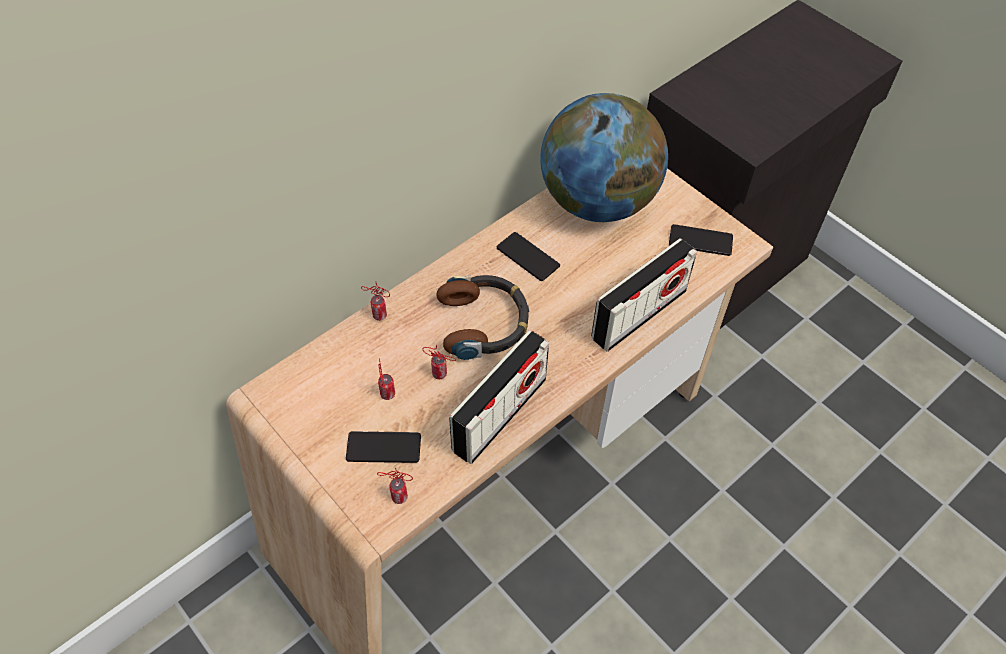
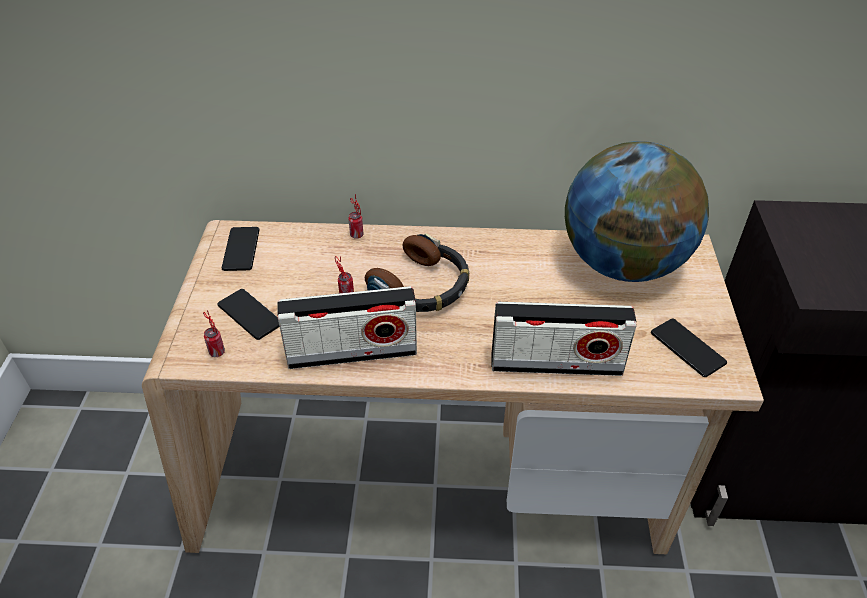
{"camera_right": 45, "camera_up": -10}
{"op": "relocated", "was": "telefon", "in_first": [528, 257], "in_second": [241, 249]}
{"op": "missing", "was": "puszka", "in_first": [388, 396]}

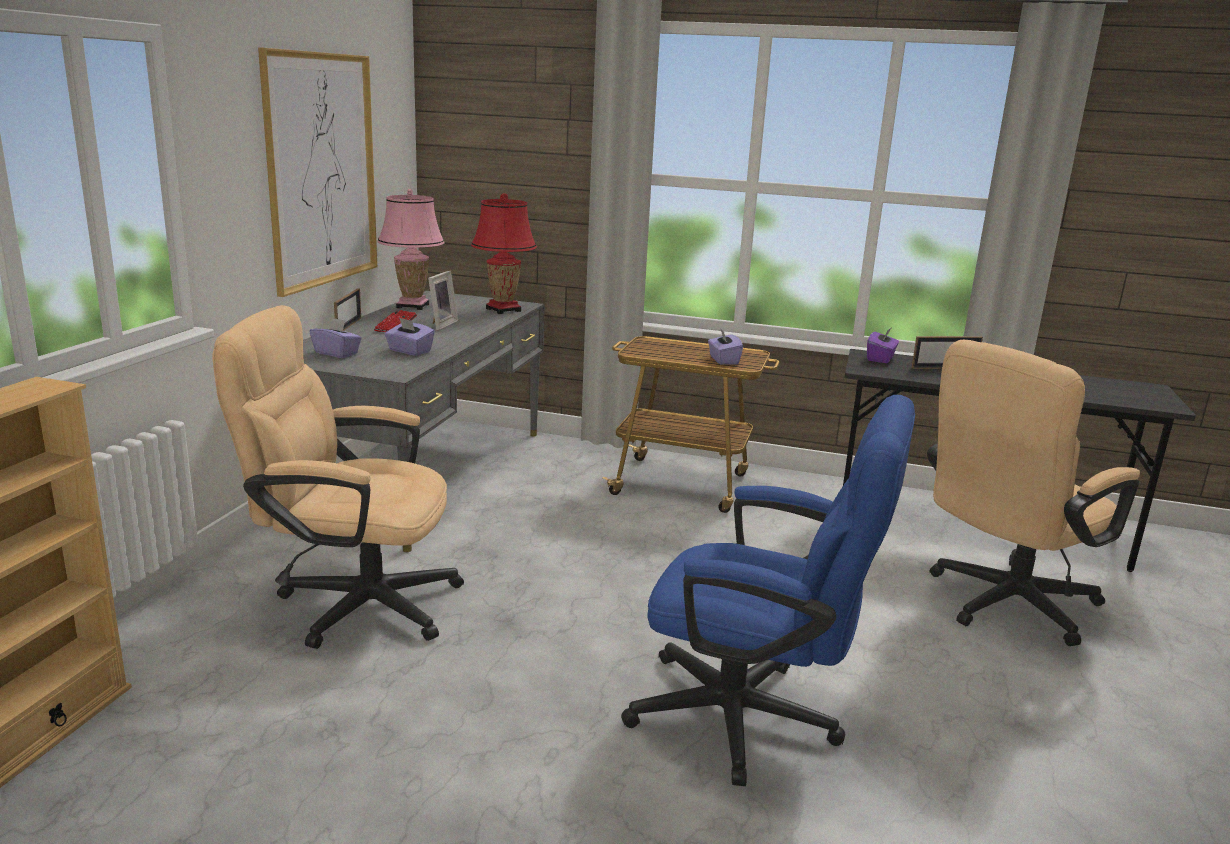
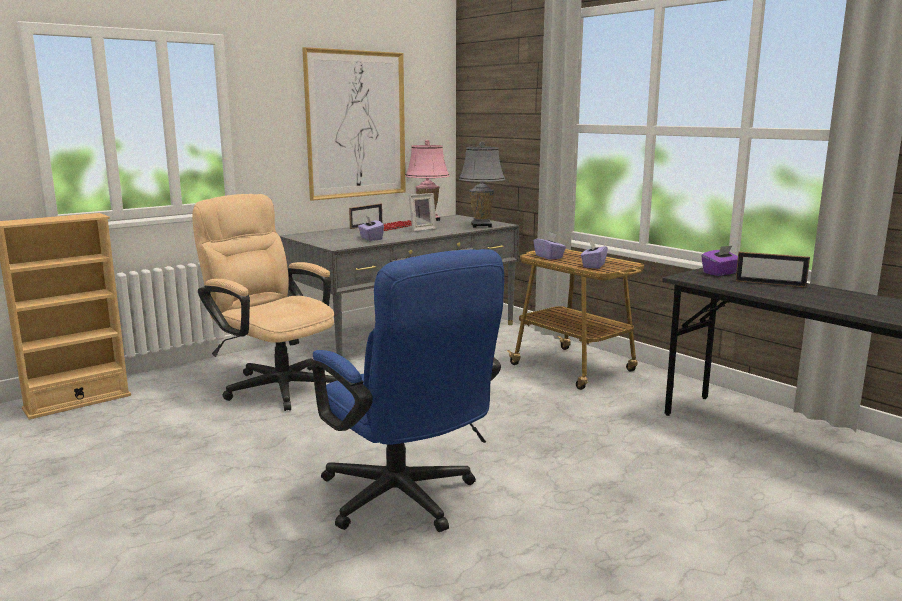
{"camera_right": 35, "camera_up": -5}
{"op": "colour", "was": "lampa stołowa [czerwony]", "now": "lampa stołowa [szary]", "in_first": [503, 310], "in_second": [481, 226]}
{"op": "relocated", "was": "pudełko chusteczek [fioletowy]", "in_first": [337, 353], "in_second": [549, 257]}
{"op": "missing", "was": "krzesło biurowe [beżowy]", "in_first": [1002, 606]}

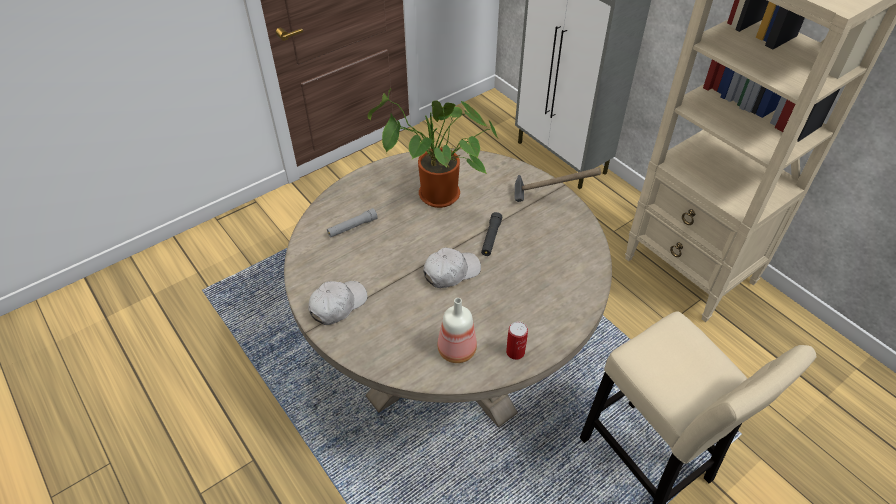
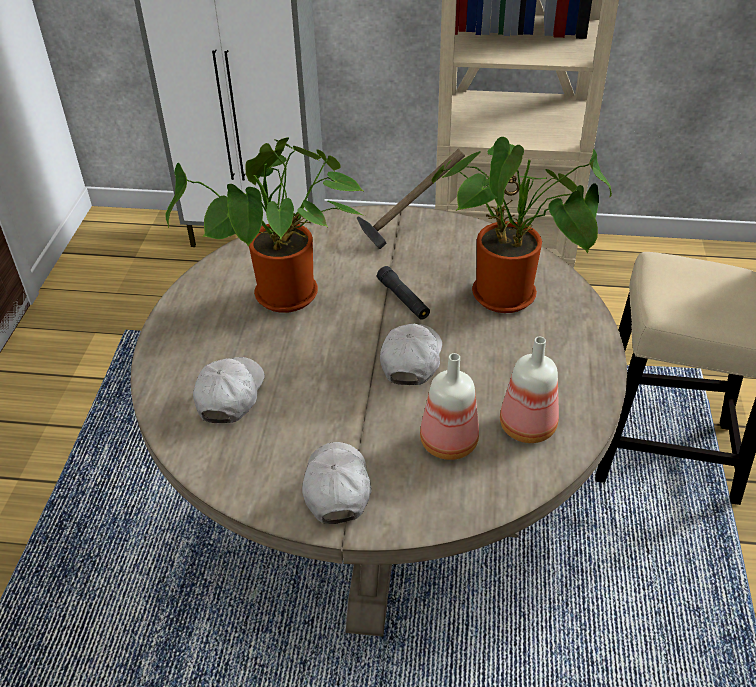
{"camera_right": -45, "camera_up": -5}
{"op": "exchanged", "was": "latarka [szary]", "now": "czapka z daszkiem [biały]", "in_first": [352, 227], "in_second": [230, 395]}
{"op": "appeared", "now": "butelka", "in_second": [447, 443]}
{"op": "appeared", "now": "roślina doniczkowa", "in_second": [511, 296]}
{"op": "missing", "was": "puszka", "in_first": [515, 352]}

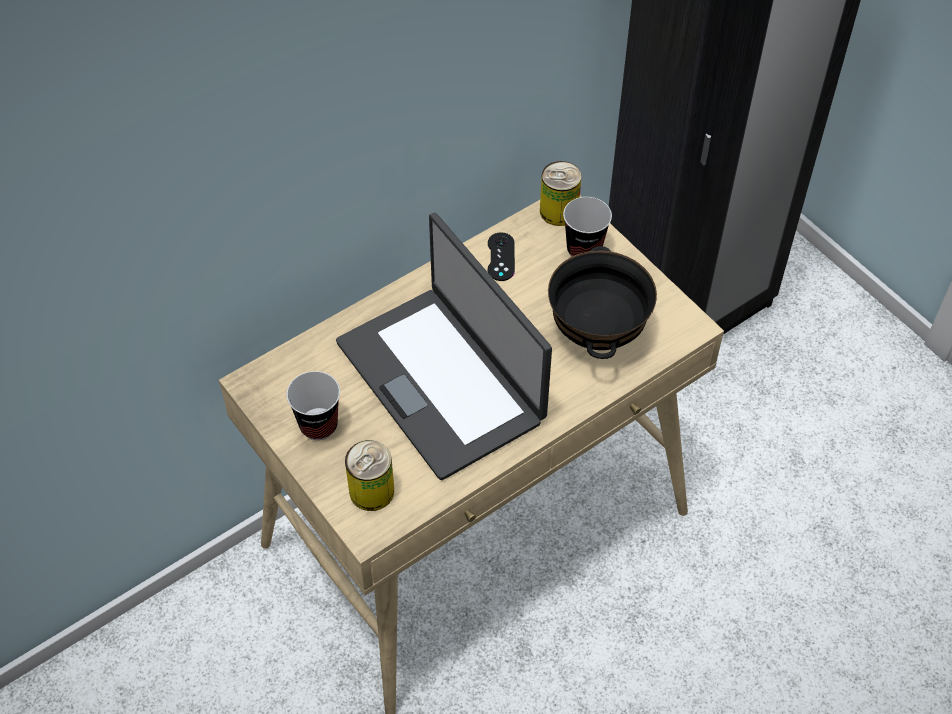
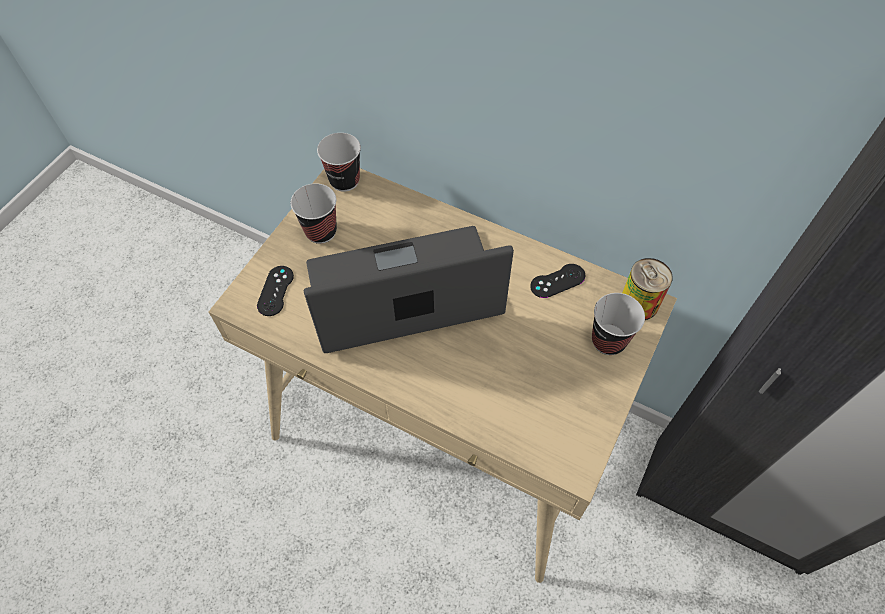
{"camera_right": 65, "camera_up": 5}
{"op": "exchanged", "was": "puszka", "now": "pad do gier [czarny]", "in_first": [371, 491], "in_second": [275, 291]}
{"op": "spun", "was": "laptop", "in_first": [442, 380], "in_second": [404, 293], "clockwise": 45}
{"op": "appeared", "now": "filiżanka", "in_second": [344, 180]}
{"op": "missing", "was": "miska [czarny]", "in_first": [596, 332]}

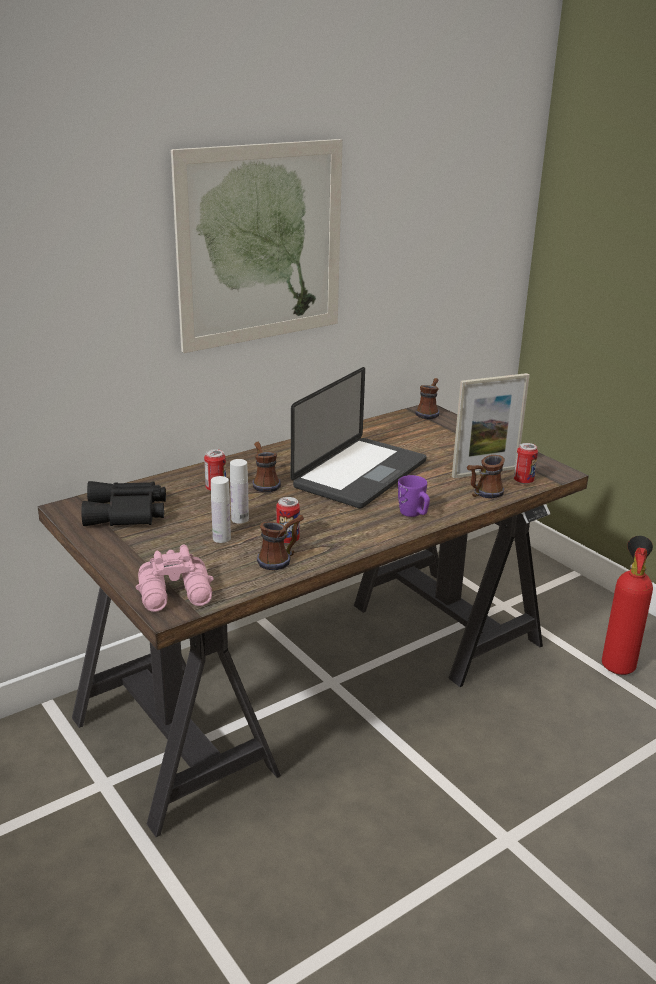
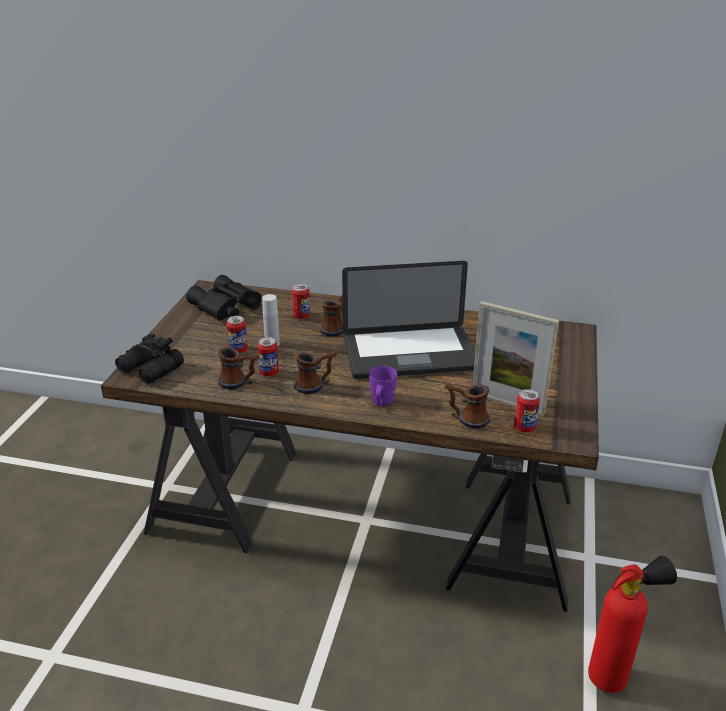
{"camera_right": 50, "camera_up": 5}
{"op": "colour", "was": "lornetka [różowy]", "now": "lornetka [czarny]", "in_first": [177, 594], "in_second": [150, 370]}
{"op": "exchanged", "was": "butelka [biały]", "now": "puszka", "in_first": [221, 538], "in_second": [238, 350]}
{"op": "relocated", "was": "kubek", "in_first": [429, 412], "in_second": [316, 385]}
{"op": "missing", "was": "obraz", "in_first": [261, 244]}

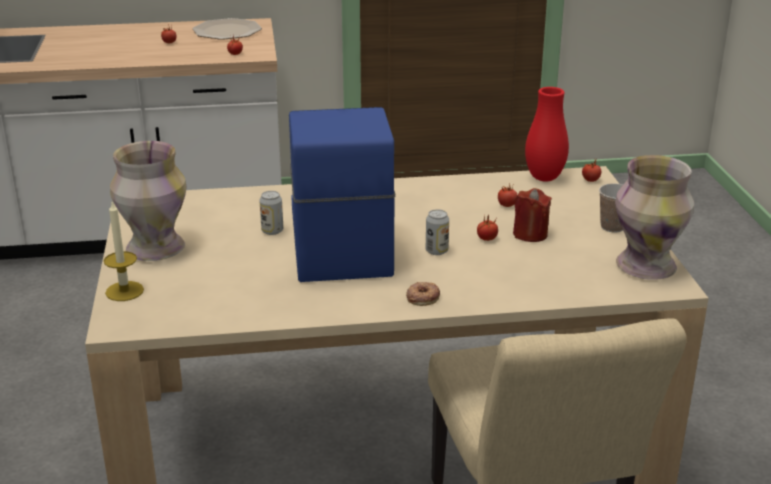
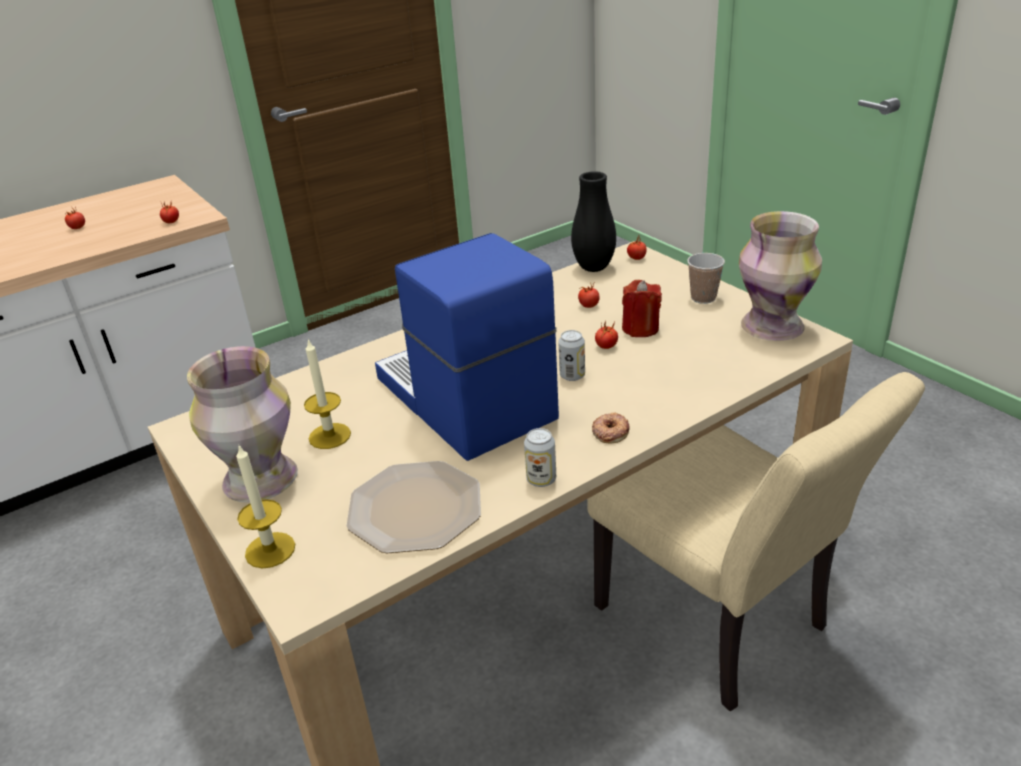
{"camera_right": -25, "camera_up": 5}
{"op": "appeared", "now": "świeca", "in_second": [329, 436]}
{"op": "relocated", "was": "talerz", "in_first": [227, 31], "in_second": [416, 509]}
{"op": "relocated", "was": "puszka", "in_first": [272, 231], "in_second": [541, 479]}
{"op": "colour", "was": "wazon [czerwony]", "now": "wazon [czarny]", "in_first": [544, 178], "in_second": [594, 268]}

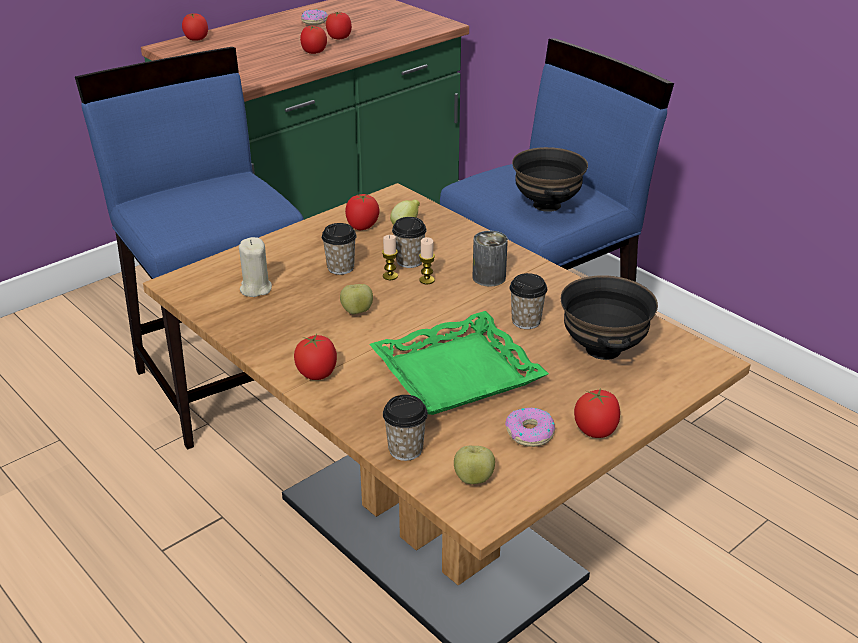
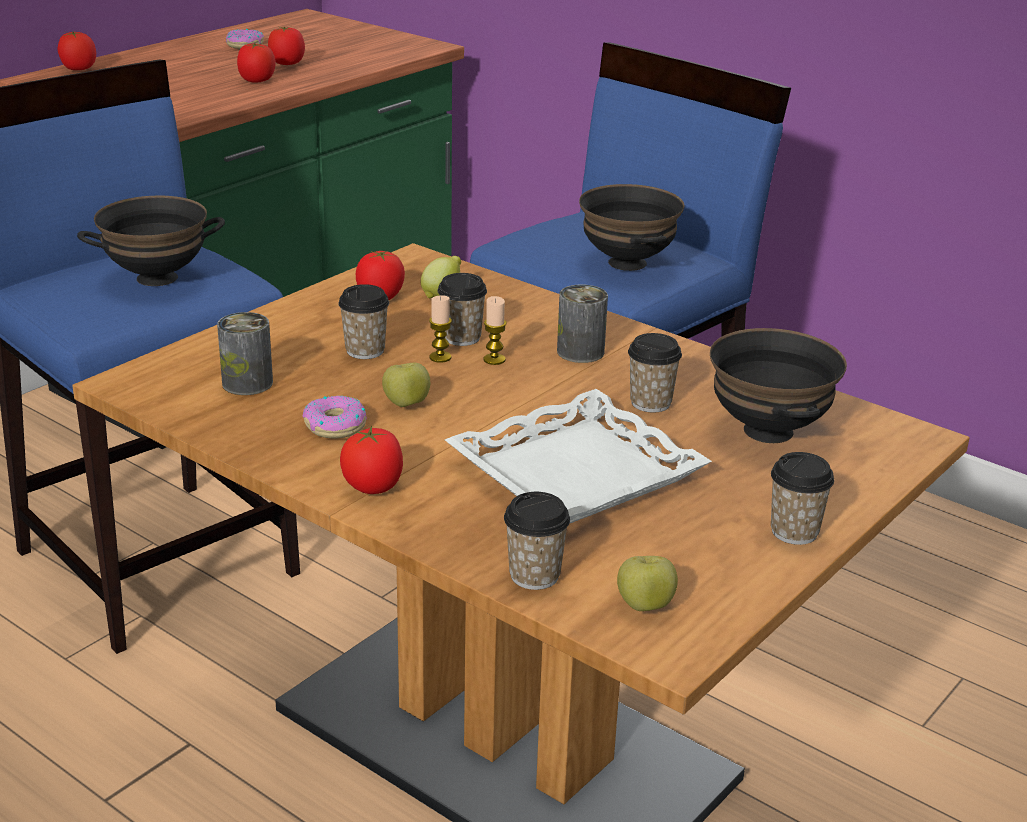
{"camera_right": -10, "camera_up": -5}
{"op": "appeared", "now": "miska [czarny]", "in_second": [157, 278]}
{"op": "exchanged", "was": "świeca [beżowy]", "now": "puszka", "in_first": [255, 288], "in_second": [247, 383]}
{"op": "relocated", "was": "donut", "in_first": [529, 433], "in_second": [335, 426]}
{"op": "colour", "was": "taca [zielony]", "now": "taca [biały]", "in_first": [456, 372], "in_second": [575, 472]}
{"op": "exchanged", "was": "pomidor", "now": "filiżanka", "in_first": [596, 430], "in_second": [794, 531]}

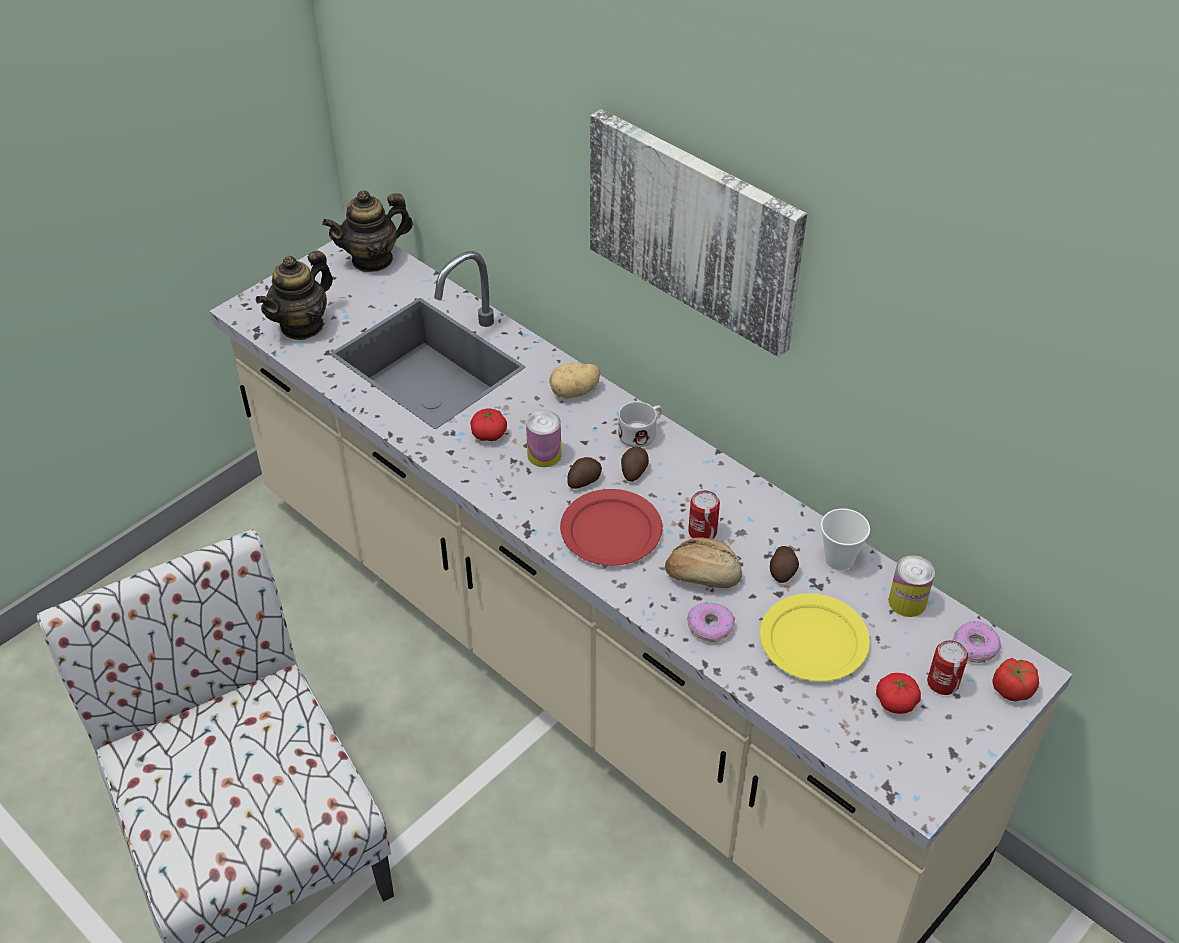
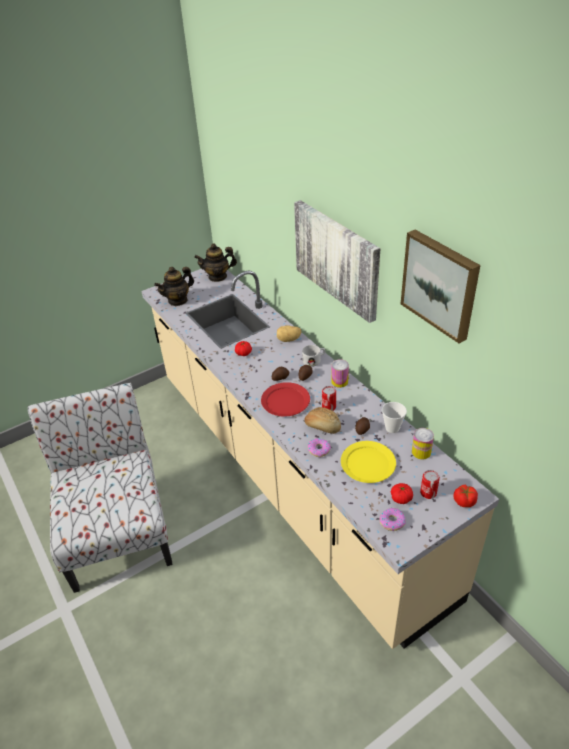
{"camera_right": 15, "camera_up": -5}
{"op": "relocated", "was": "puszka", "in_first": [544, 455], "in_second": [339, 381]}
{"op": "relocated", "was": "donut", "in_first": [974, 646], "in_second": [392, 521]}
{"op": "appeared", "now": "obraz", "in_second": [441, 284]}

